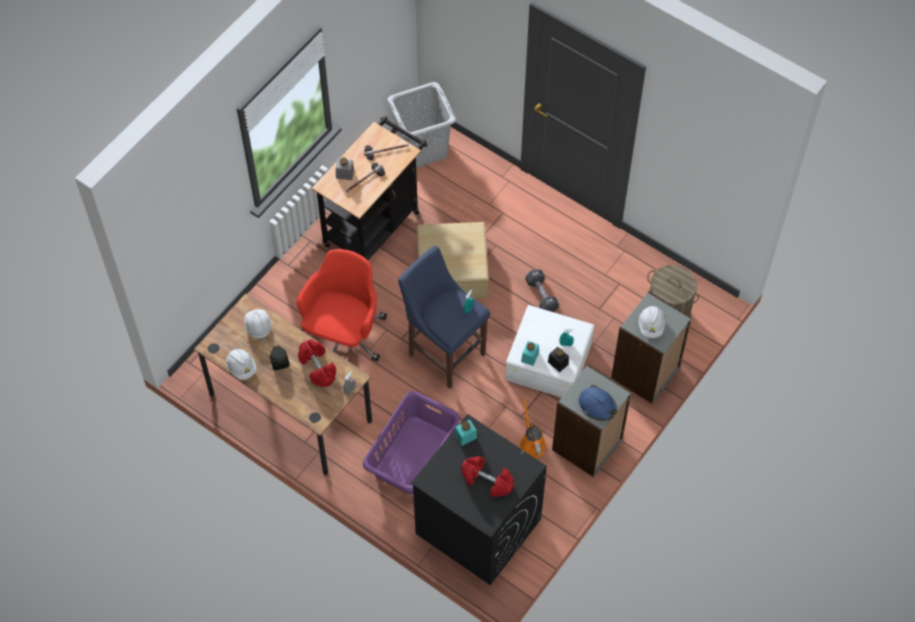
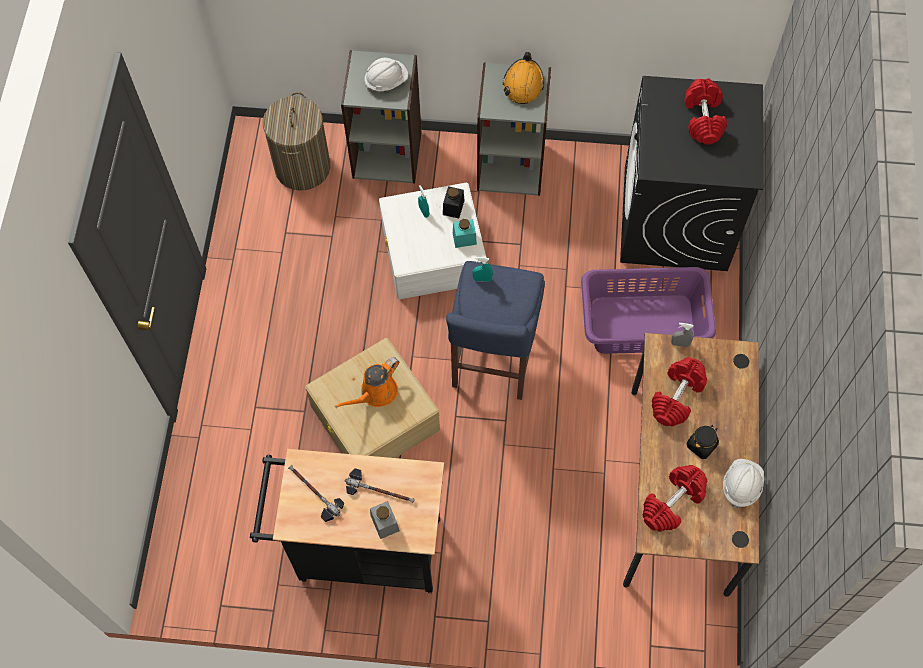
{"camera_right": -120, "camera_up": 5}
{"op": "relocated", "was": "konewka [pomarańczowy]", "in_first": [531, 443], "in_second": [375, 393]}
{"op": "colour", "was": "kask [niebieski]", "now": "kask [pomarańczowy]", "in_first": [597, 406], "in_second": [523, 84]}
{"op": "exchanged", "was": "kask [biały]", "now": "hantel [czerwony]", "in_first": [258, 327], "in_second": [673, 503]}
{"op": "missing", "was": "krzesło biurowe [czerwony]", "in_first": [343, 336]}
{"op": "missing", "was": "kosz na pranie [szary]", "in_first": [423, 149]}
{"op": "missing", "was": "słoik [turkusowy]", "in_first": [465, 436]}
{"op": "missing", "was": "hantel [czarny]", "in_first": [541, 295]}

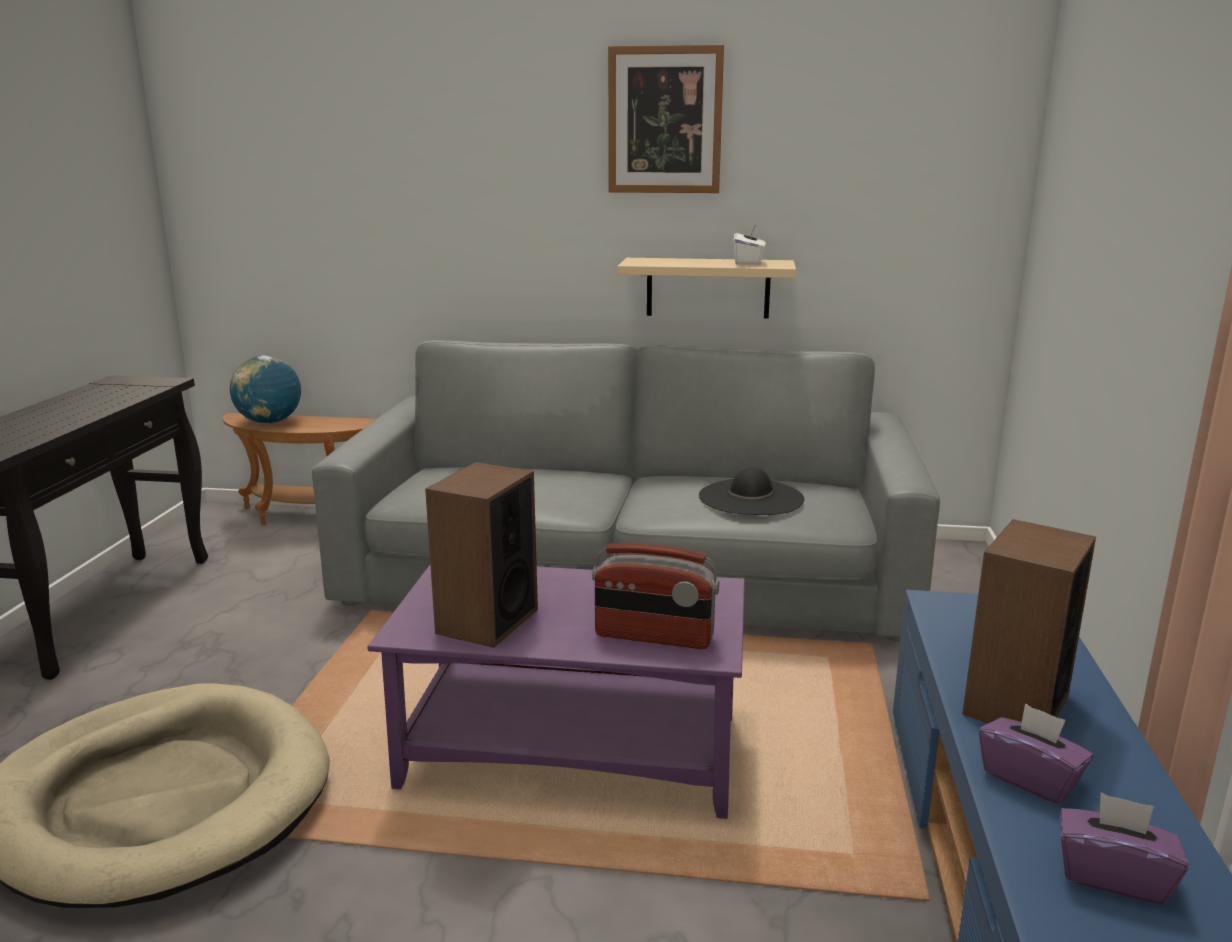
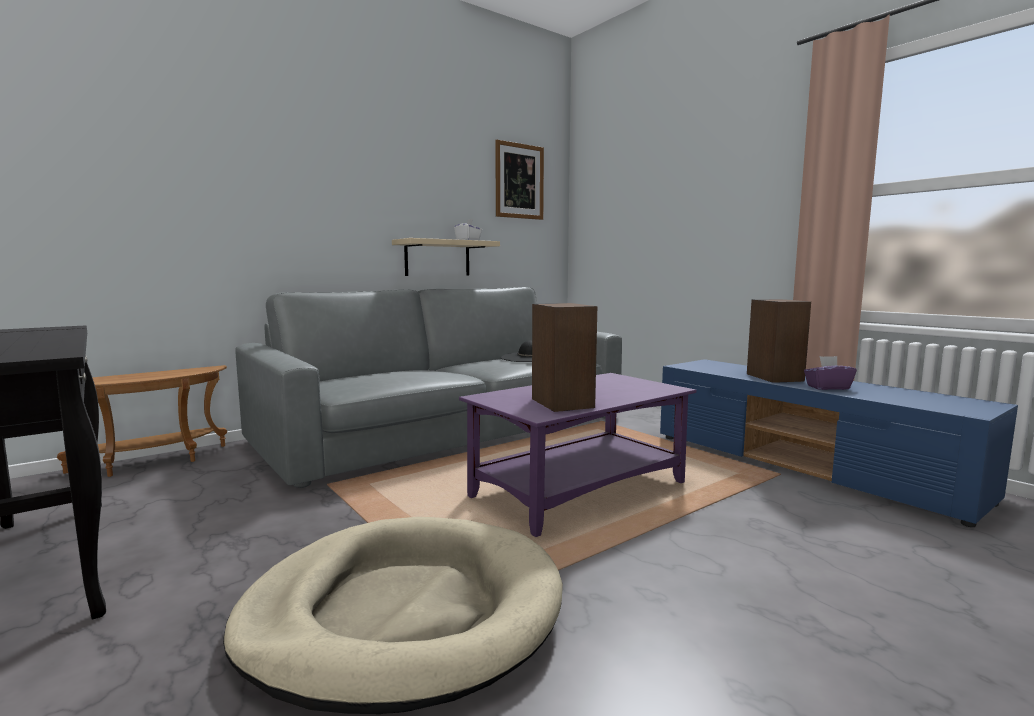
{"camera_right": -45, "camera_up": -10}
{"op": "relocated", "was": "obraz", "in_first": [664, 120], "in_second": [519, 181]}
{"op": "missing", "was": "globus", "in_first": [269, 422]}
{"op": "missing", "was": "radio", "in_first": [654, 637]}
{"op": "missing", "was": "pudełko chusteczek [fioletowy]", "in_first": [1112, 876]}

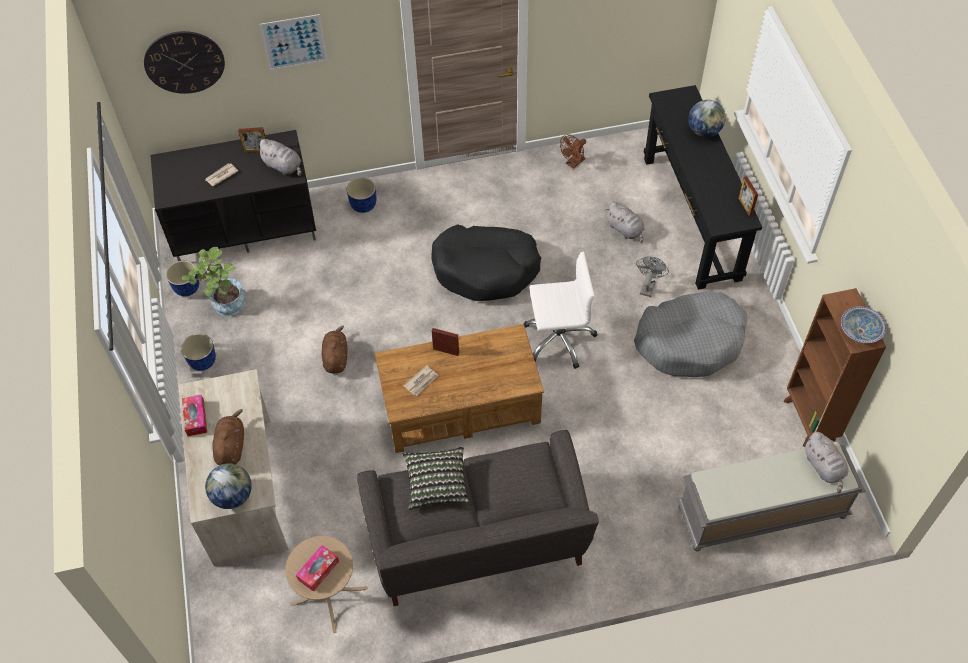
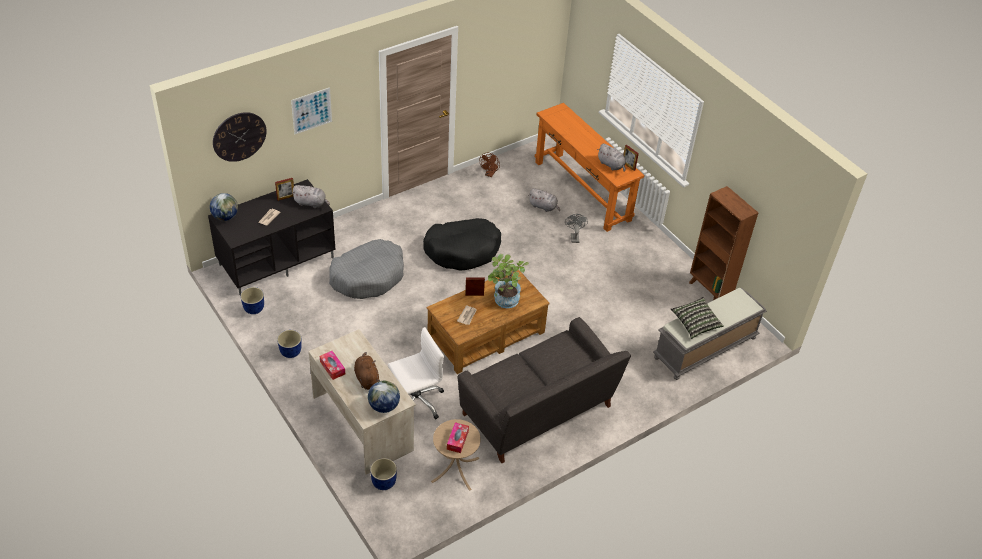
{"camera_right": -25, "camera_up": -10}
{"op": "relocated", "was": "globus", "in_first": [704, 131], "in_second": [225, 217]}
{"op": "relocated", "was": "legowisko [szary]", "in_first": [690, 341], "in_second": [368, 276]}
{"op": "relocated", "was": "donica [niebieski]", "in_first": [364, 204], "in_second": [384, 481]}
{"op": "relocated", "was": "krzesło biurowe [biały]", "in_first": [558, 339], "in_second": [416, 401]}
{"op": "relocated", "was": "roślina doniczkowa", "in_first": [224, 305], "in_second": [504, 301]}
{"op": "colour", "was": "stolik konsolowy [czarny]", "now": "stolik konsolowy [pomarańczowy]", "in_first": [691, 217], "in_second": [582, 191]}
{"op": "relocated", "was": "pluszak [szary]", "in_first": [824, 467], "in_second": [611, 165]}
{"op": "relocated", "was": "poduszka", "in_first": [436, 483], "in_second": [695, 323]}
{"op": "missing", "was": "pluszak [brązowy]", "in_first": [336, 357]}
{"op": "missing", "was": "miska", "in_first": [860, 331]}

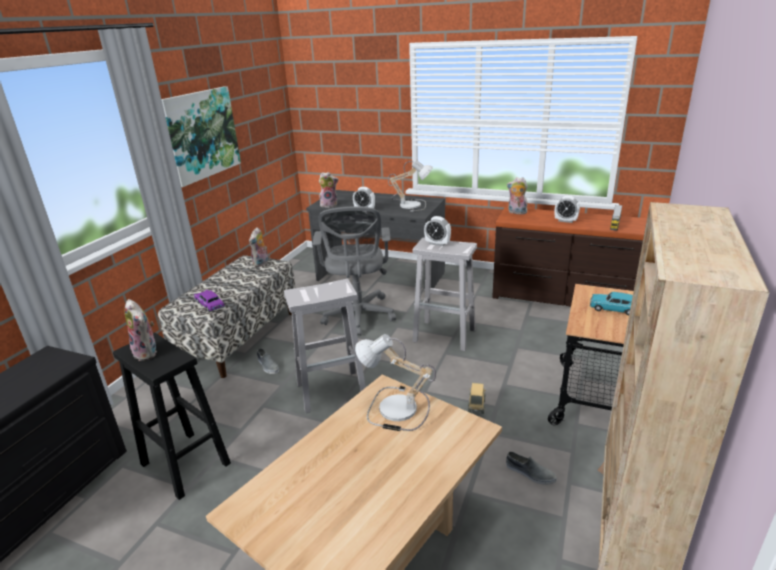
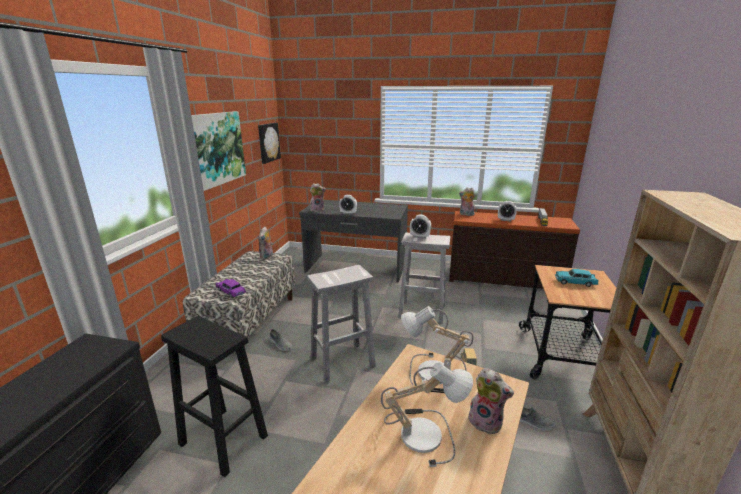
{"camera_right": -10, "camera_up": -5}
{"op": "appeared", "now": "obraz", "in_second": [268, 142]}
{"op": "relocated", "was": "lampa stołowa", "in_first": [412, 204], "in_second": [423, 432]}
{"op": "relocated", "was": "pluszak", "in_first": [148, 353], "in_second": [486, 422]}
{"op": "missing", "was": "krzesło biurowe [szary]", "in_first": [358, 317]}

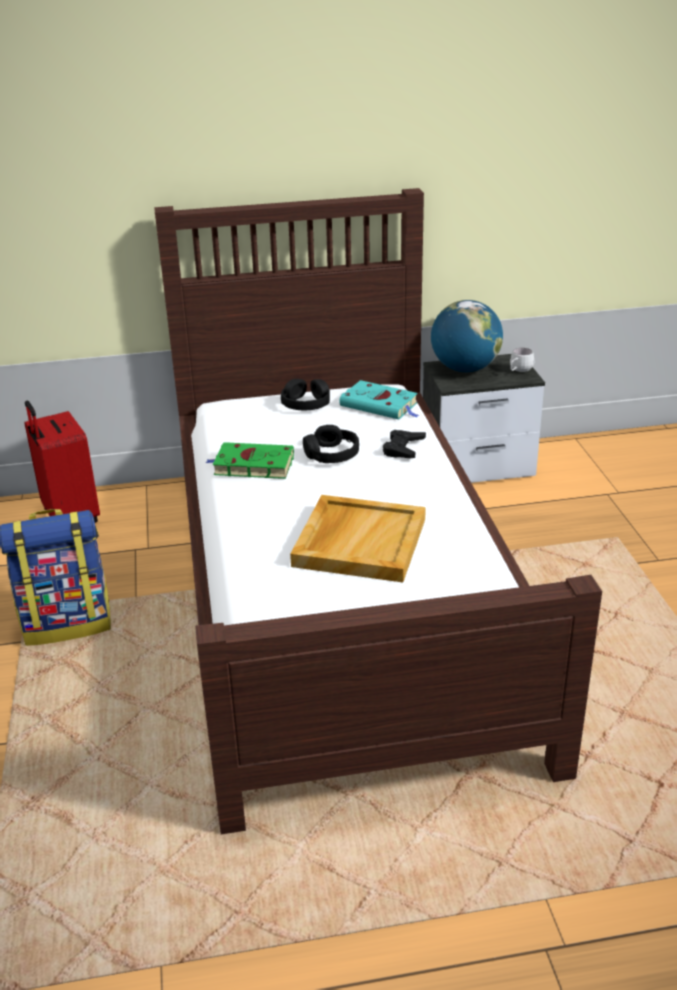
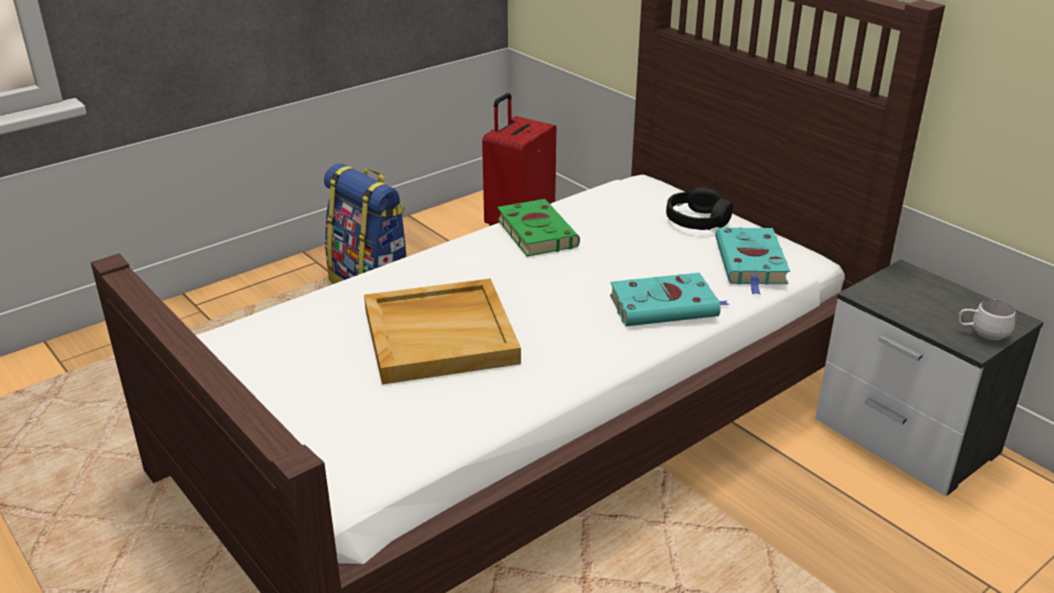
{"camera_right": 60, "camera_up": 0}
{"op": "exchanged", "was": "pad do gier [czarny]", "now": "książka [turkusowy]", "in_first": [403, 448], "in_second": [666, 306]}
{"op": "missing", "was": "słuchawki [czarny]", "in_first": [331, 454]}
{"op": "missing", "was": "globus", "in_first": [465, 369]}

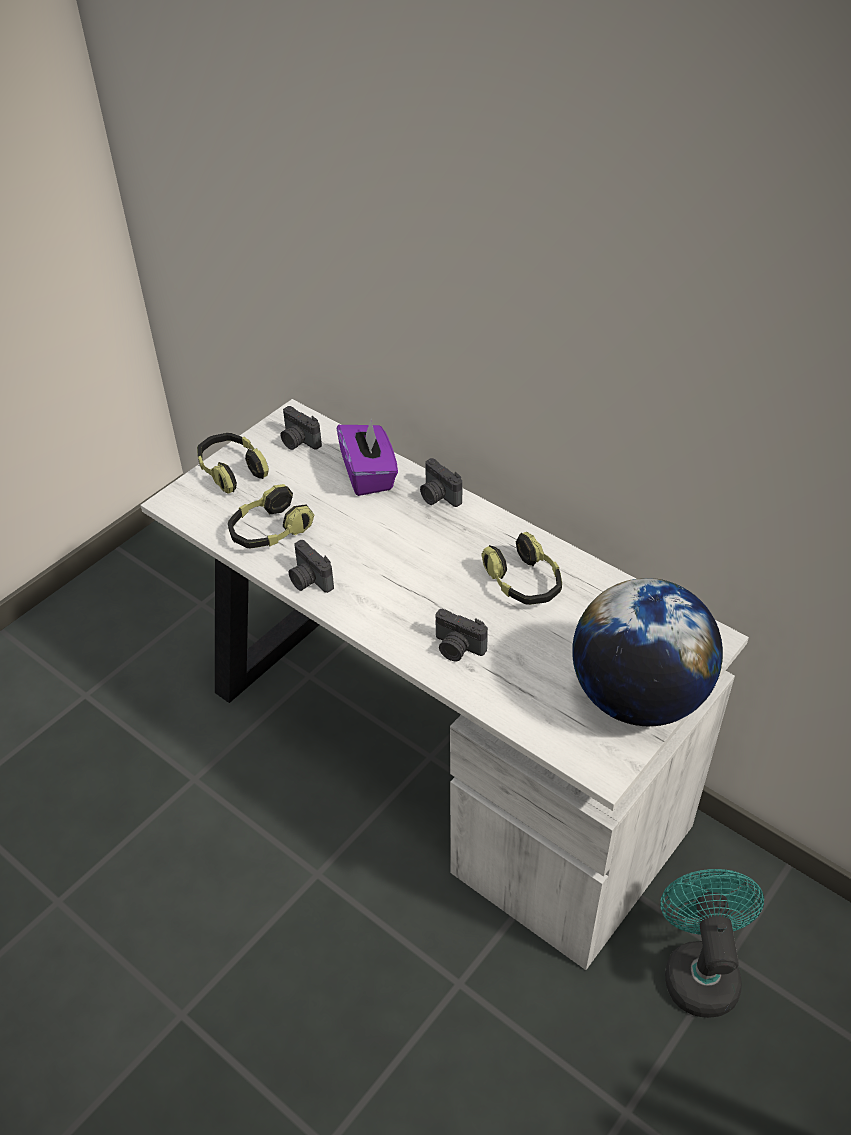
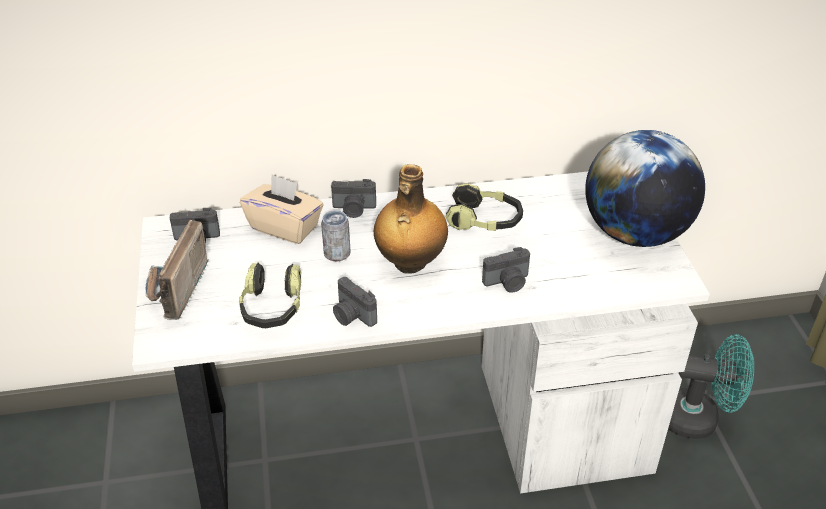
{"camera_right": -50, "camera_up": -5}
{"op": "exchanged", "was": "słuchawki", "now": "radio", "in_first": [231, 471], "in_second": [174, 291]}
{"op": "colour", "was": "pudełko chusteczek [fioletowy]", "now": "pudełko chusteczek [beżowy]", "in_first": [369, 474], "in_second": [285, 227]}
{"op": "appeared", "now": "puszka", "in_second": [337, 254]}
{"op": "spun", "was": "aparat fotograficzny", "in_first": [309, 580], "in_second": [352, 316], "clockwise": 45}
{"op": "appeared", "now": "butelka", "in_second": [410, 263]}
{"op": "spun", "was": "wentylator [turkusowy]", "in_first": [699, 968], "in_second": [699, 419], "clockwise": 150}

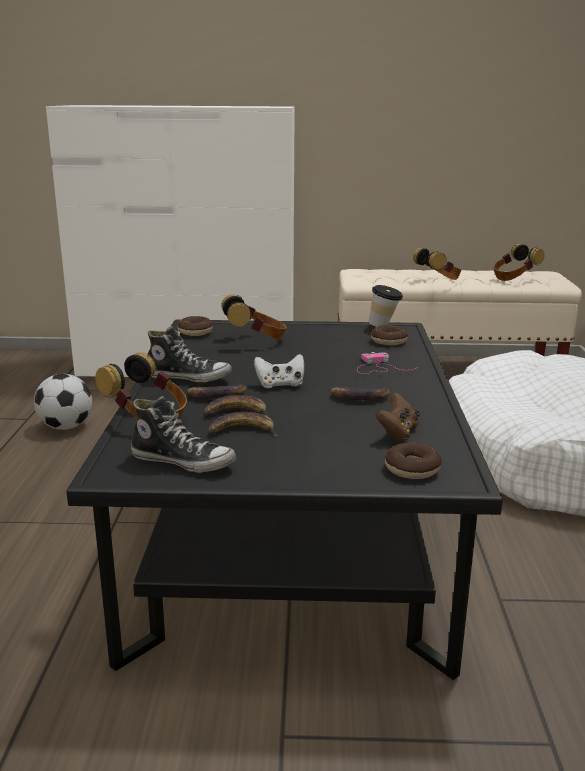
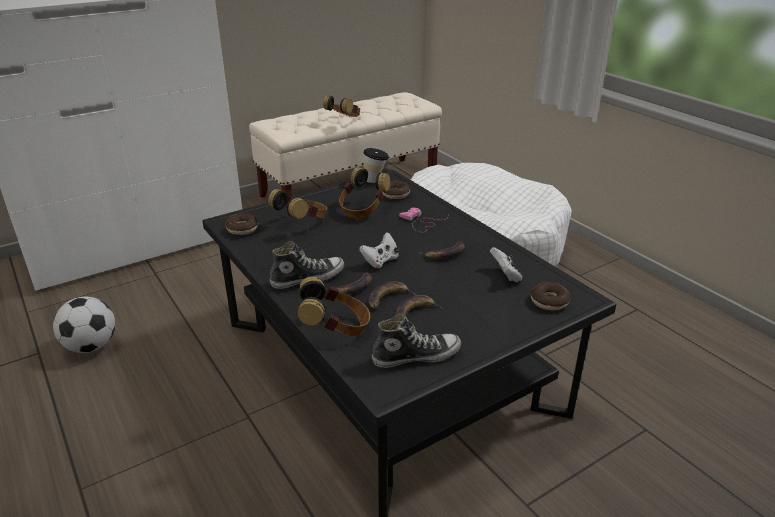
{"camera_right": -35, "camera_up": 10}
{"op": "relocated", "was": "słuchawki", "in_first": [514, 278], "in_second": [362, 210]}
{"op": "colour", "was": "pad do gier [brązowy]", "now": "pad do gier [biały]", "in_first": [398, 433], "in_second": [505, 275]}

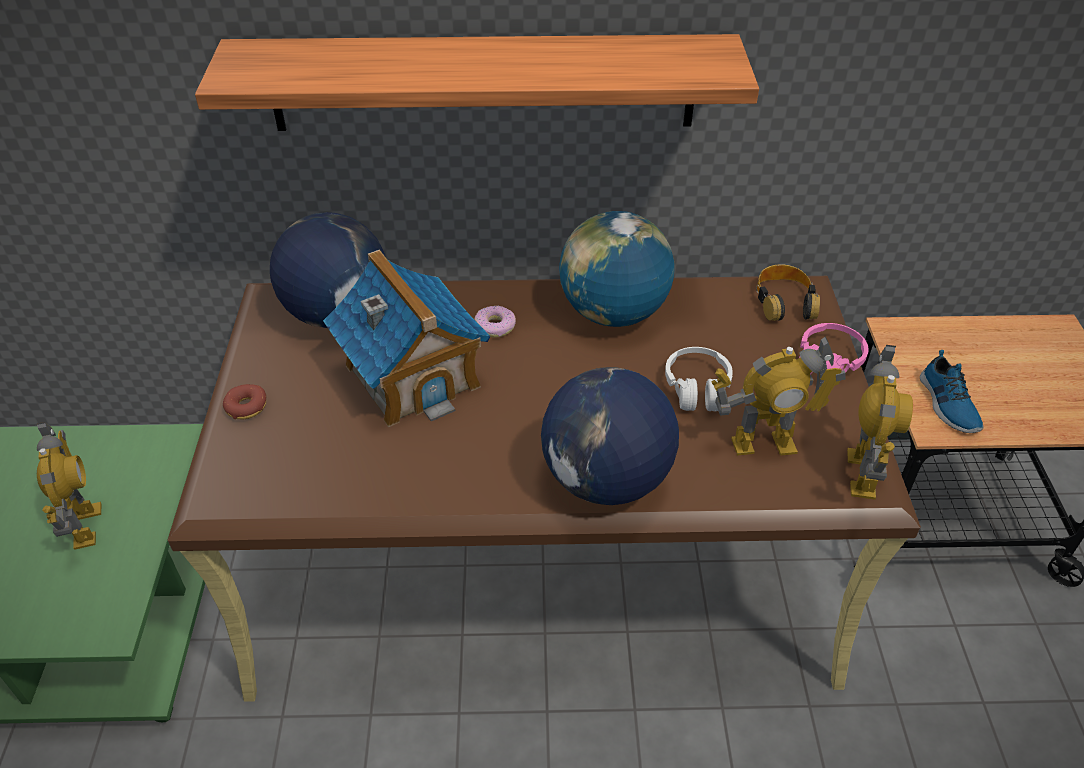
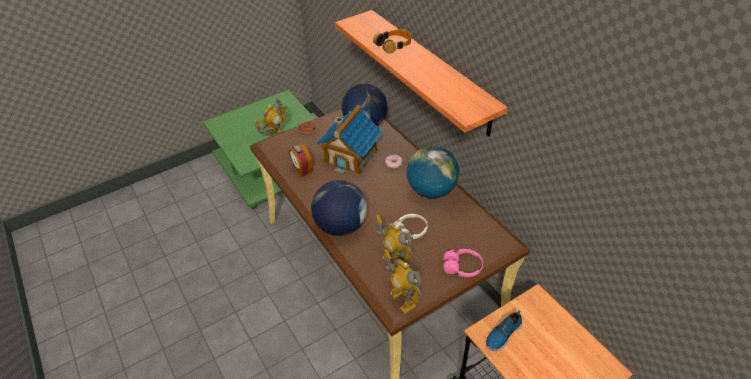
{"camera_right": 60, "camera_up": 0}
{"op": "appeared", "now": "budzik", "in_second": [302, 169]}
{"op": "relocated", "was": "słuchawki", "in_first": [784, 301], "in_second": [393, 45]}
{"op": "spun", "was": "robot zabawkowy", "in_first": [862, 473], "in_second": [402, 300], "clockwise": 75}

